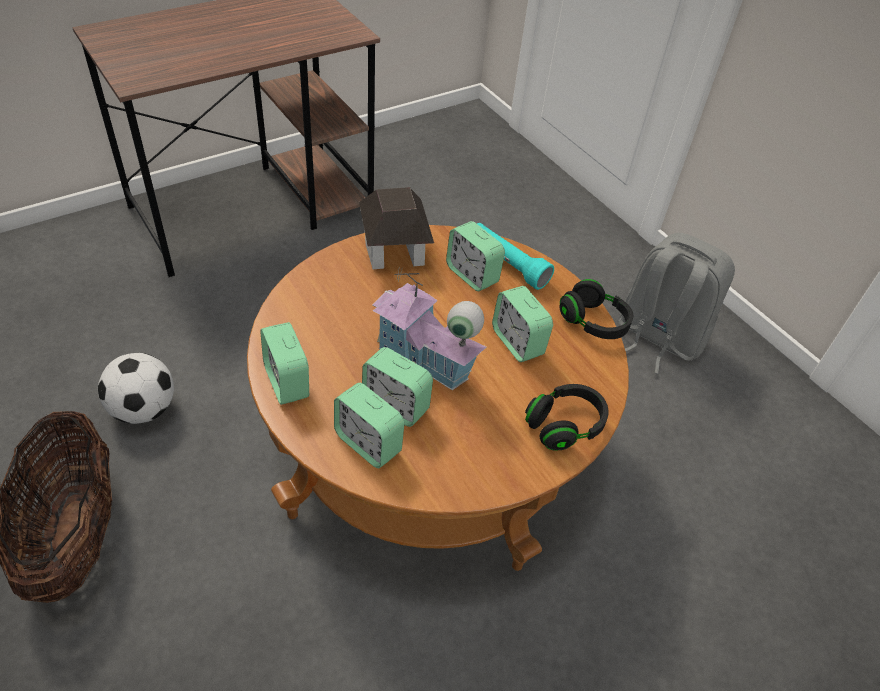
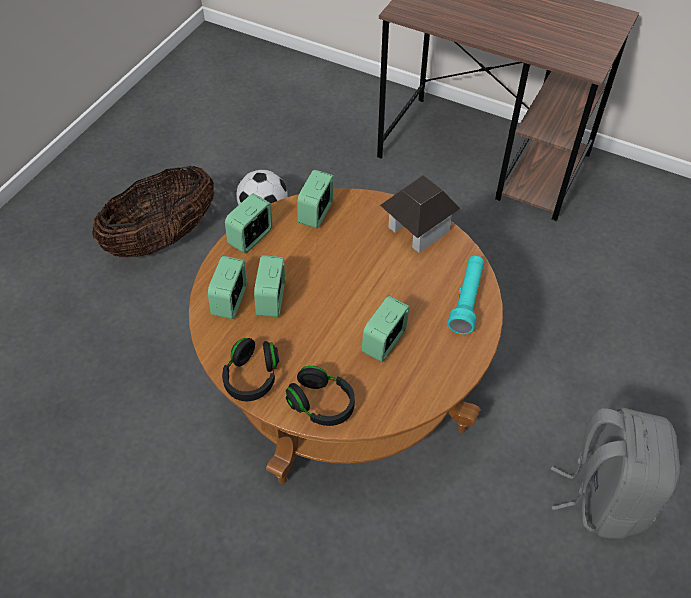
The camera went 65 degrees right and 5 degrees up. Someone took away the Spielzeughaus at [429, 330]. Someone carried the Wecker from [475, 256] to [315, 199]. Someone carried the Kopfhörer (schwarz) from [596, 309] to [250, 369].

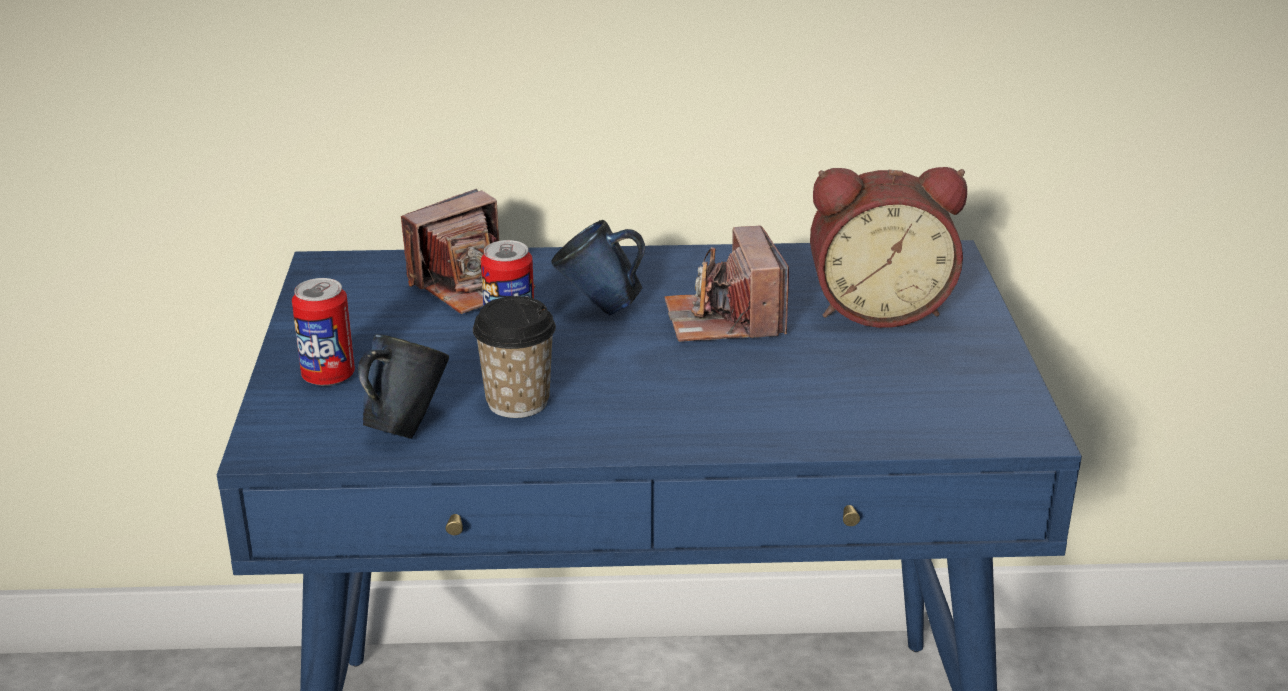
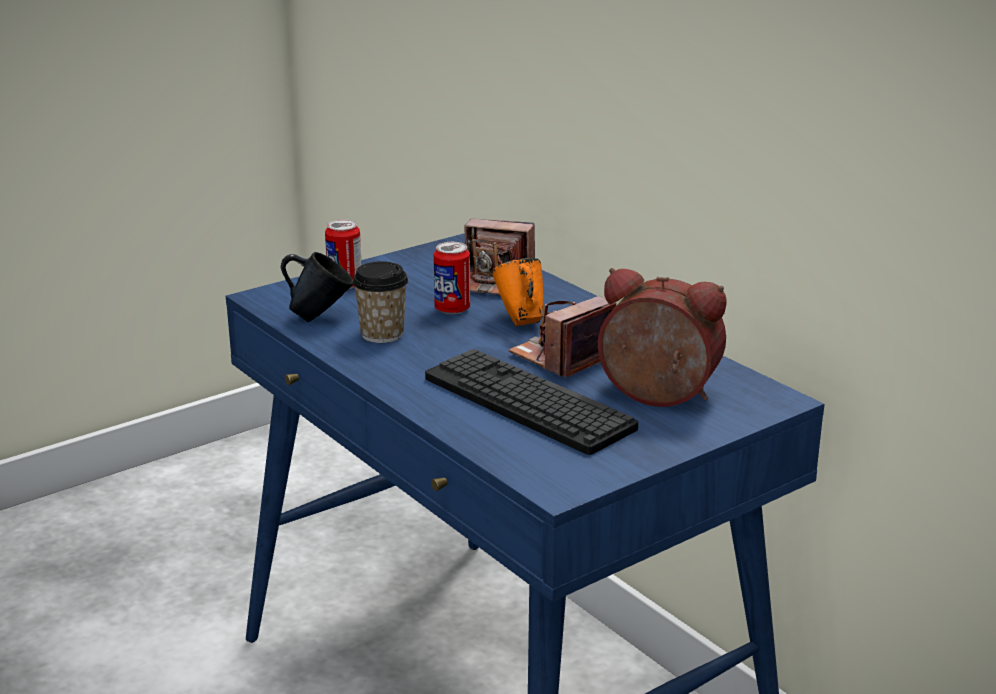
The camera went 55 degrees right and 5 degrees down. Someone put down the Tastatur at [531, 402]. Someone repainted the Henkelbecher (blau) at [598, 267], which became the Henkelbecher (orange) at [517, 292]. Someone rotated the Wecker at [888, 247] by 150 degrees clockwise.

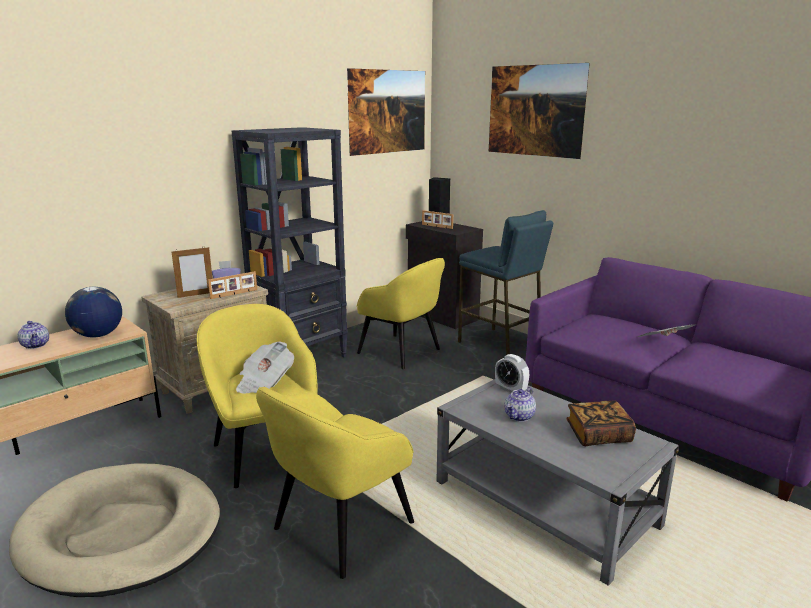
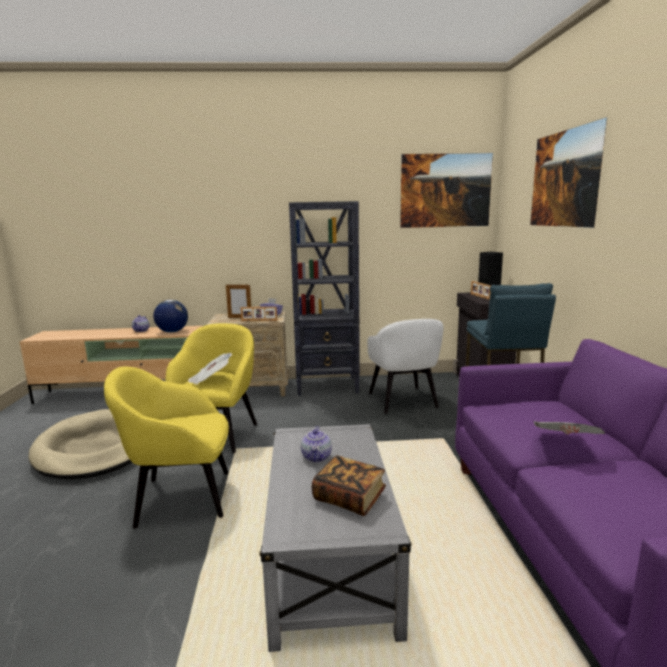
The camera went 40 degrees right and 5 degrees down. Someone took away the Wecker at [512, 373]. Someone repainted the Sessel (gelb) at [401, 313], which became the Sessel (weiß) at [405, 366]. Someone rotated the Teekanne at [520, 404] by 75 degrees counterclockwise.

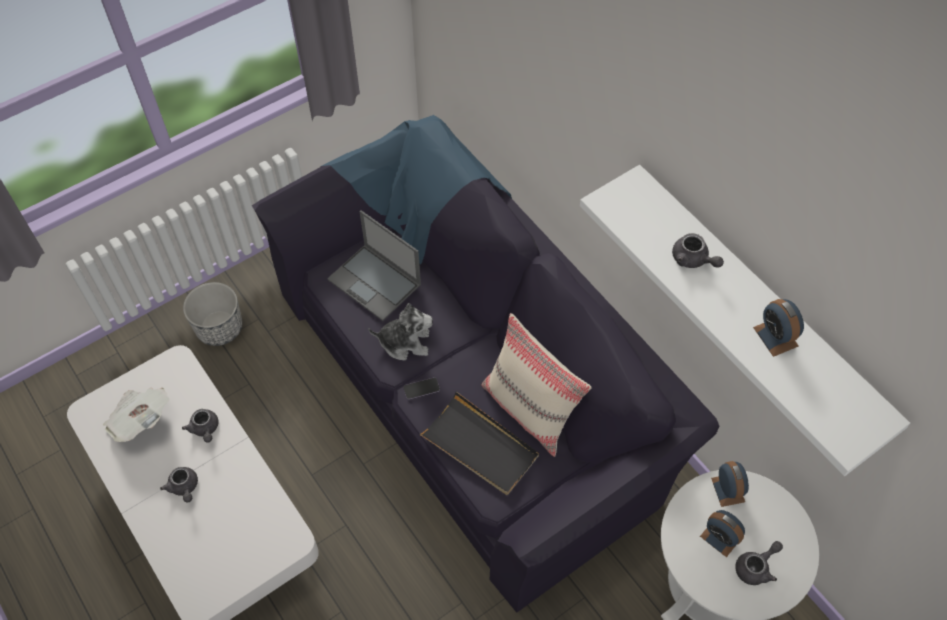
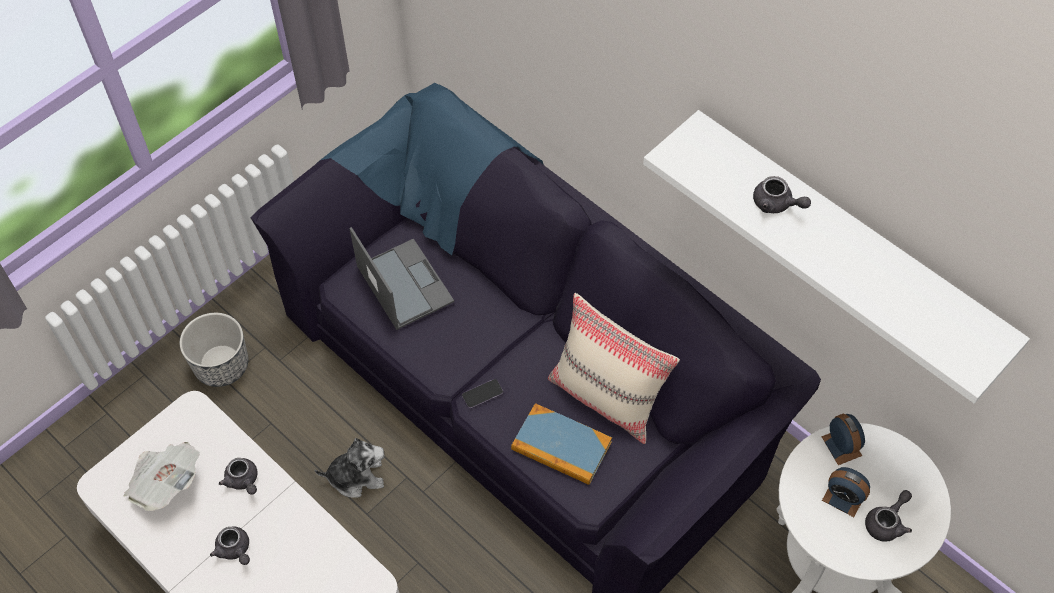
The camera went 10 degrees left and 0 degrees up. Someone took away the Wecker at [778, 328]. Someone carried the Plüschtier from [400, 331] to [349, 468]. Someone swapped the Tablett (schwarz) at [479, 443] for the Buch at [561, 444]. Someone rotated the Laptop at [374, 265] by 150 degrees counterclockwise.

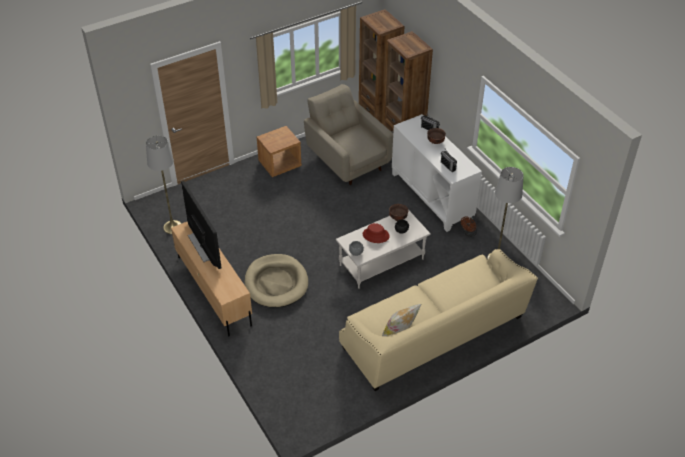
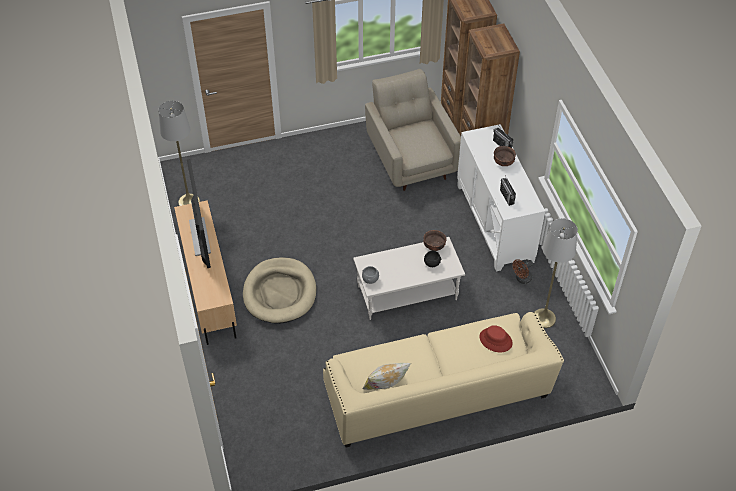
The camera went 15 degrees right and 5 degrees up. Someone took away the Nachttisch (braun) at [279, 151]. Someone carried the Hut (rot) from [376, 233] to [496, 339].

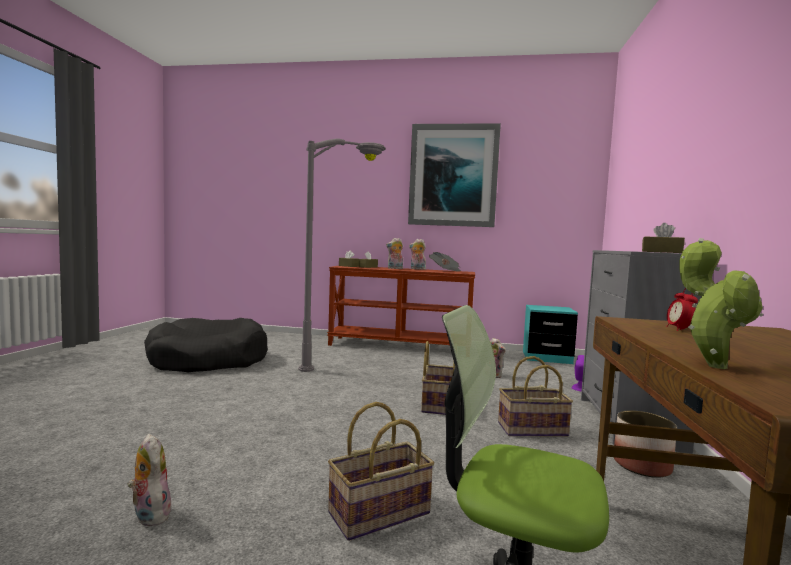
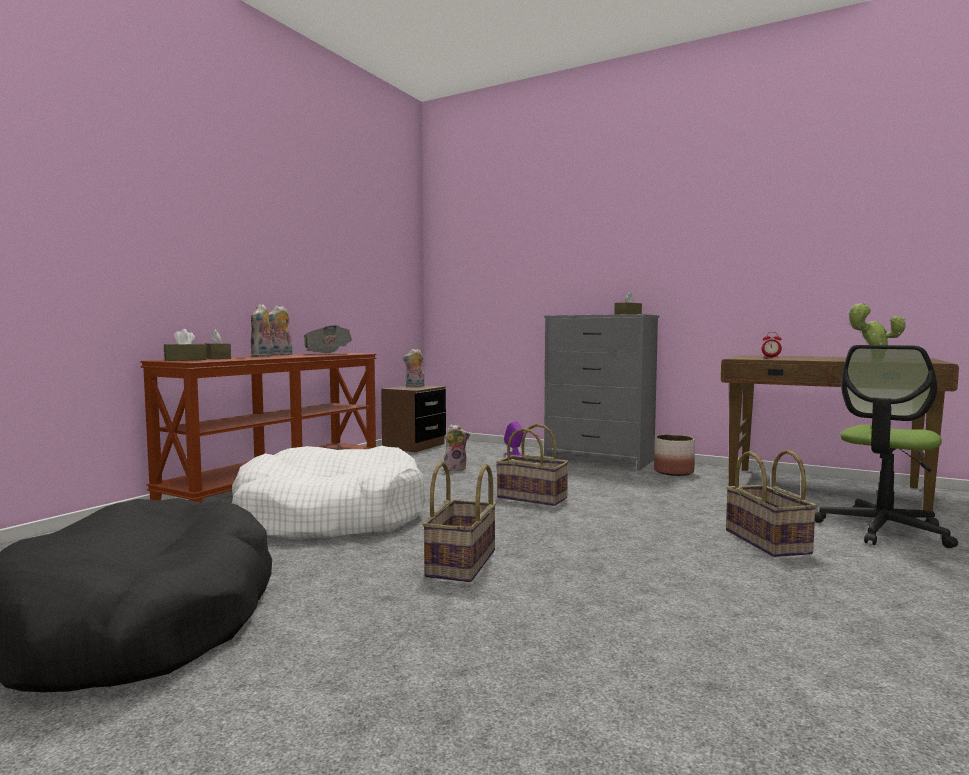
The camera went 70 degrees left and 0 degrees up. Someone took away the Bild at [454, 175]. Someone carried the Plüschtier from [149, 480] to [413, 368]. Someone carried the Korb from [535, 396] to [459, 521]. Someone swapped the Stehlampe (grau) at [342, 255] for the Hundebett (weiß) at [328, 493]. Someone repainted the Nachttisch (türkis) at [550, 334], which became the Nachttisch (braun) at [413, 418].

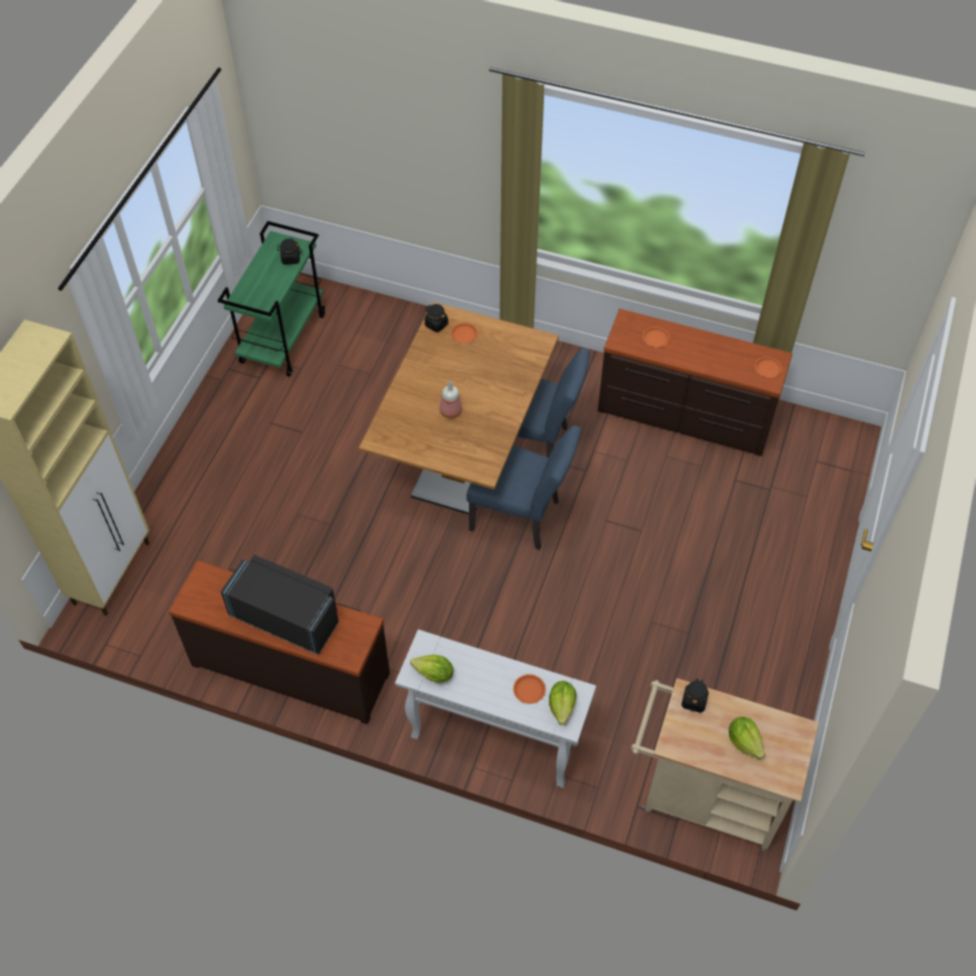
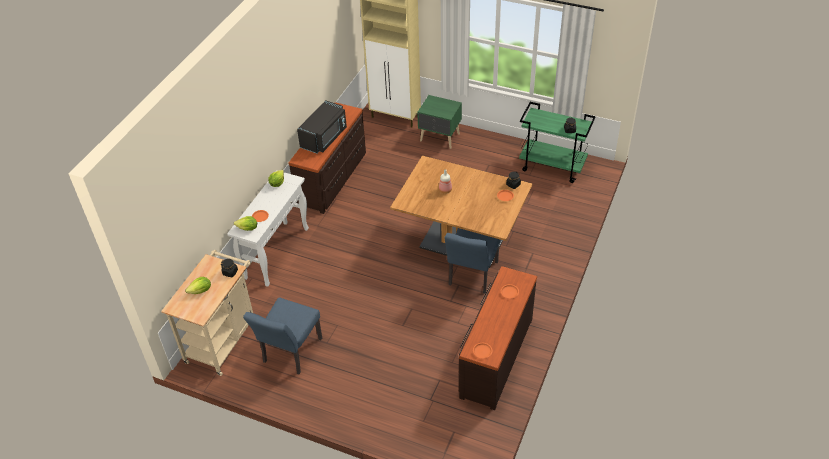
The camera went 95 degrees right and 10 degrees down. Someone put down the Nachttisch (grün) at [439, 122]. Someone carried the Stuhl (blau) from [523, 488] to [282, 336].

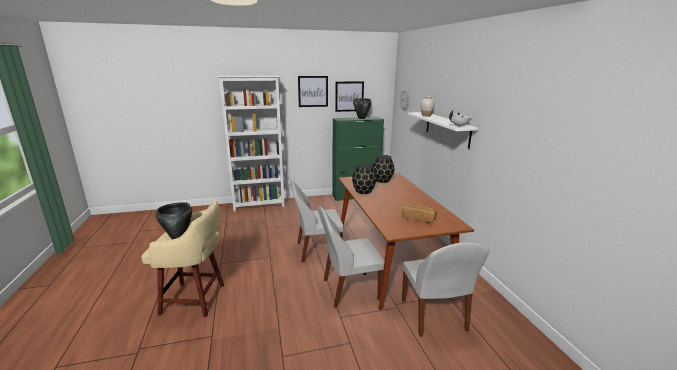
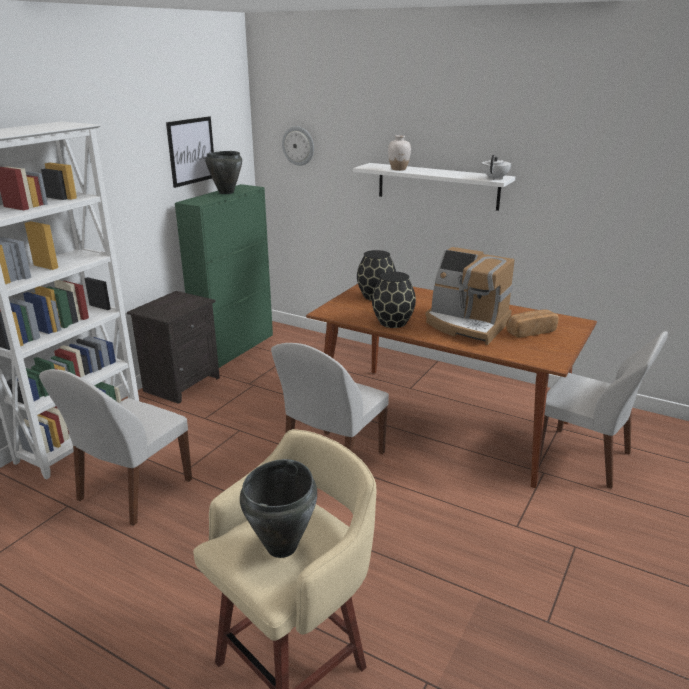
The camera went 45 degrees left and 5 degrees up. Someone took away the Bild at [313, 91]. Someone put down the Nachttisch (schwarz) at [173, 347]. Someone put down the Kaffeemaschine at [469, 296]. Someone carried the Stuhl (weiß) from [351, 257] to [115, 447].

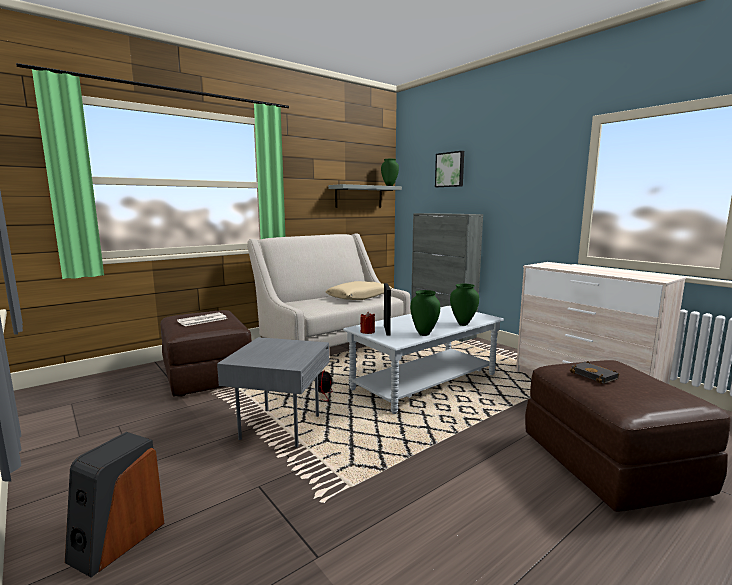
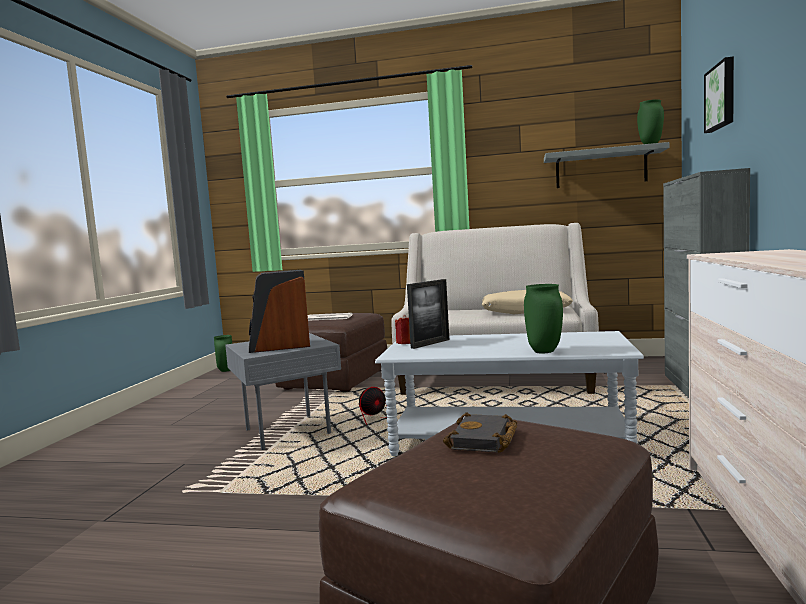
The camera went 50 degrees right and 5 degrees down. Someone carried the Lautsprecher from [115, 504] to [279, 311]. Someone carried the Vase (grün) from [425, 313] to [223, 353].

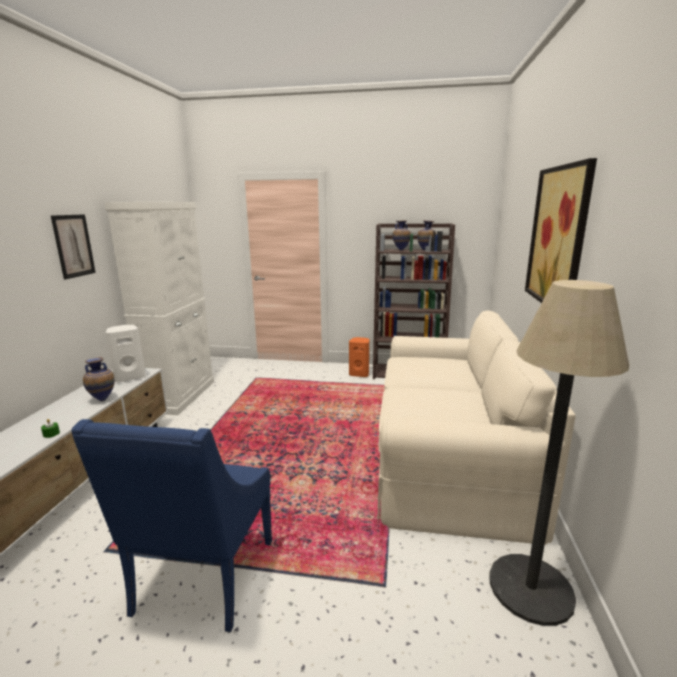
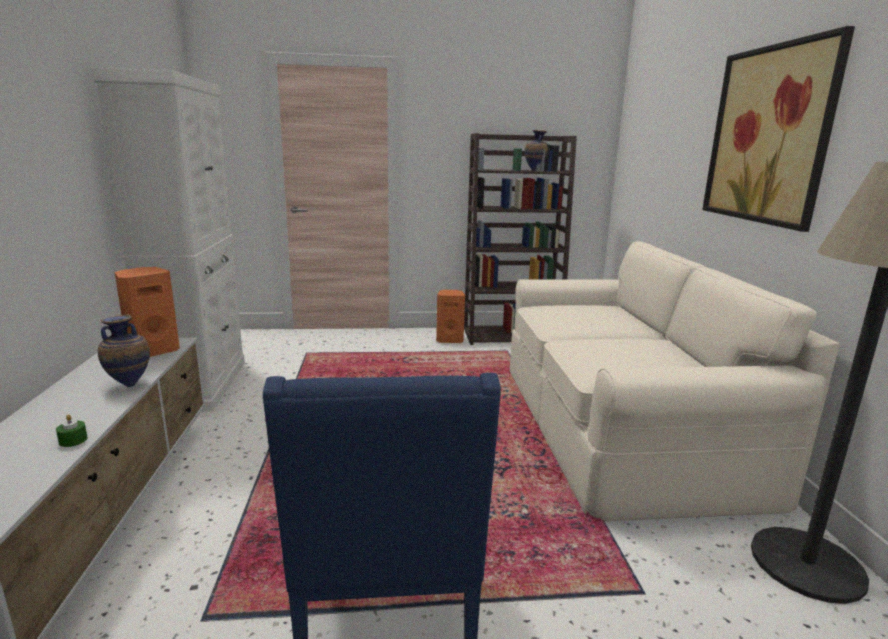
The camera went 15 degrees left and 0 degrees up. Someone took away the Bild at [73, 246]. Someone took away the Vase at [401, 235]. Someone repainted the Lautsprecher (weiß) at [126, 353], which became the Lautsprecher (orange) at [147, 312].

